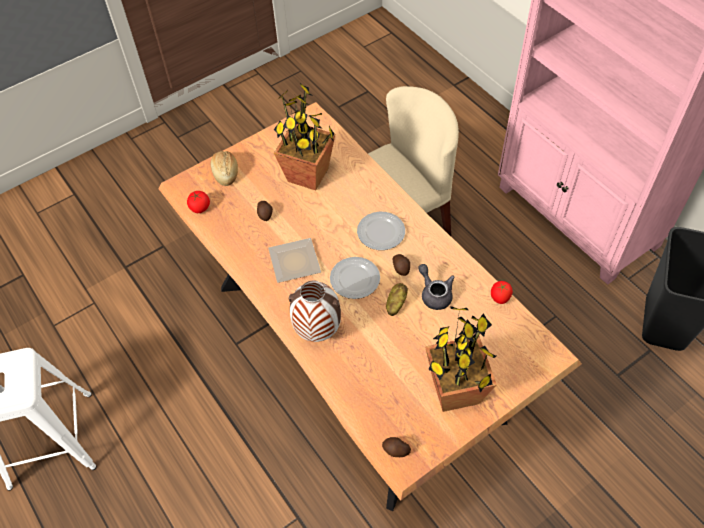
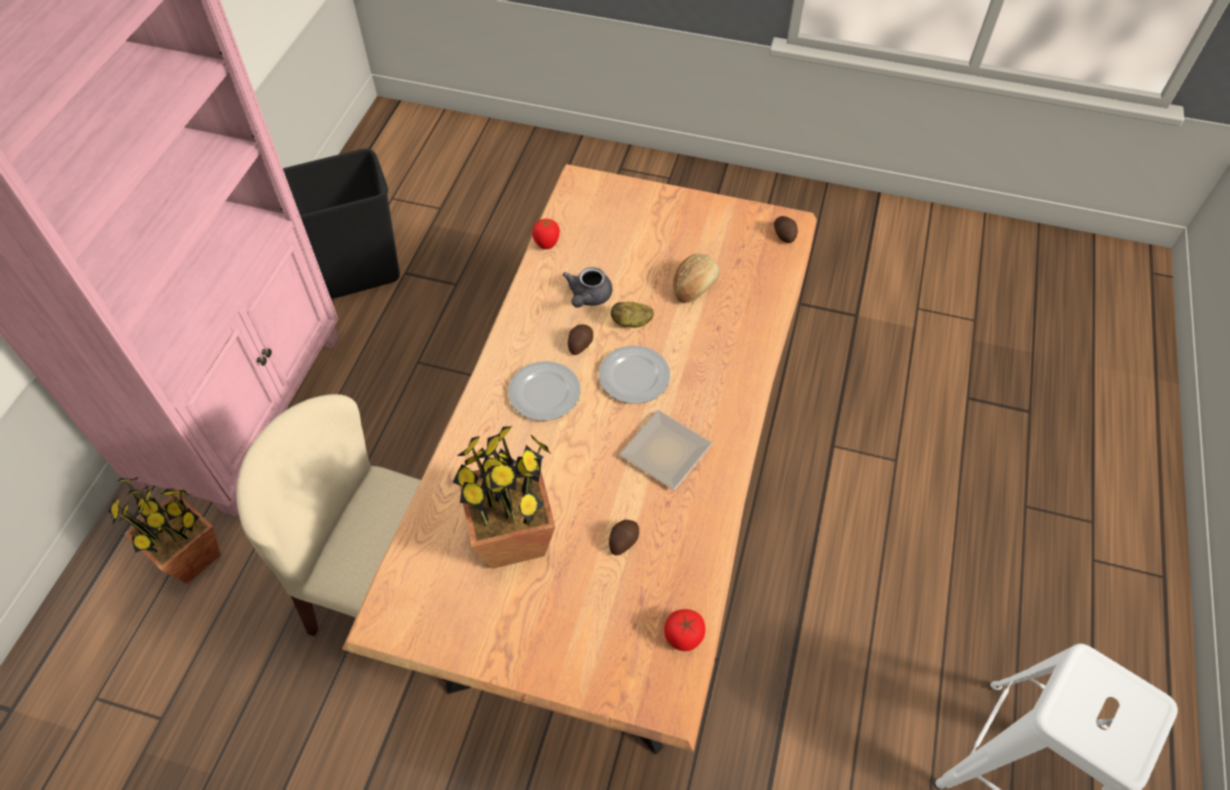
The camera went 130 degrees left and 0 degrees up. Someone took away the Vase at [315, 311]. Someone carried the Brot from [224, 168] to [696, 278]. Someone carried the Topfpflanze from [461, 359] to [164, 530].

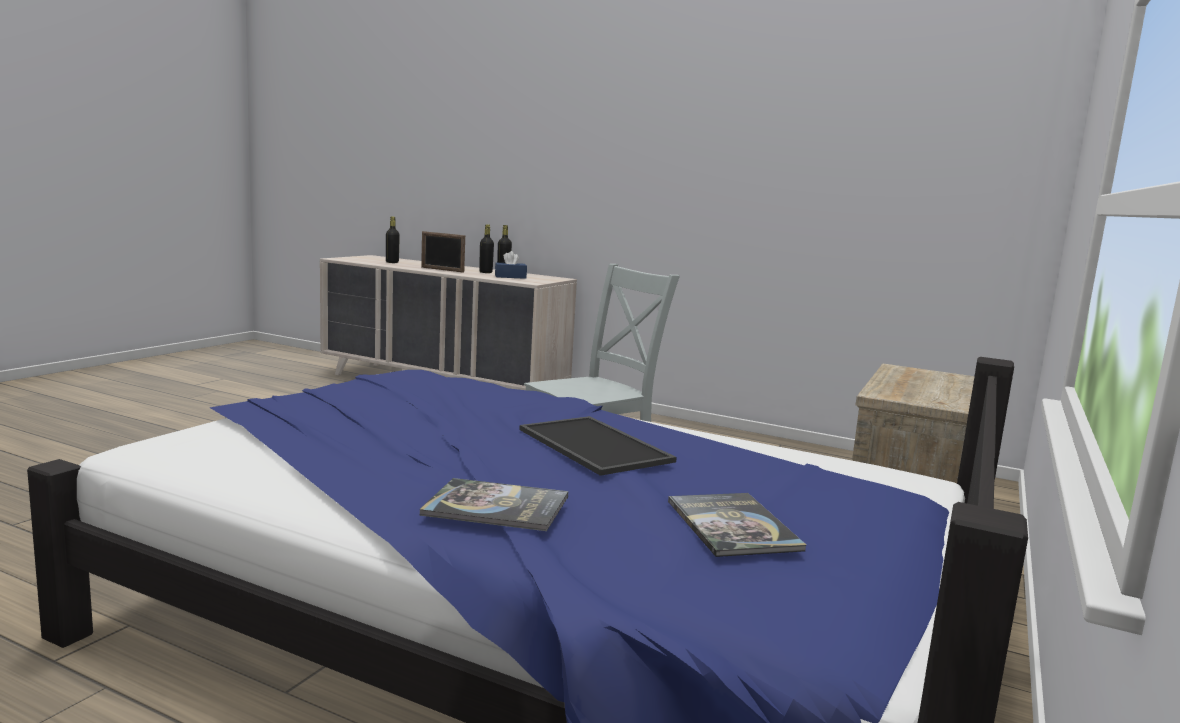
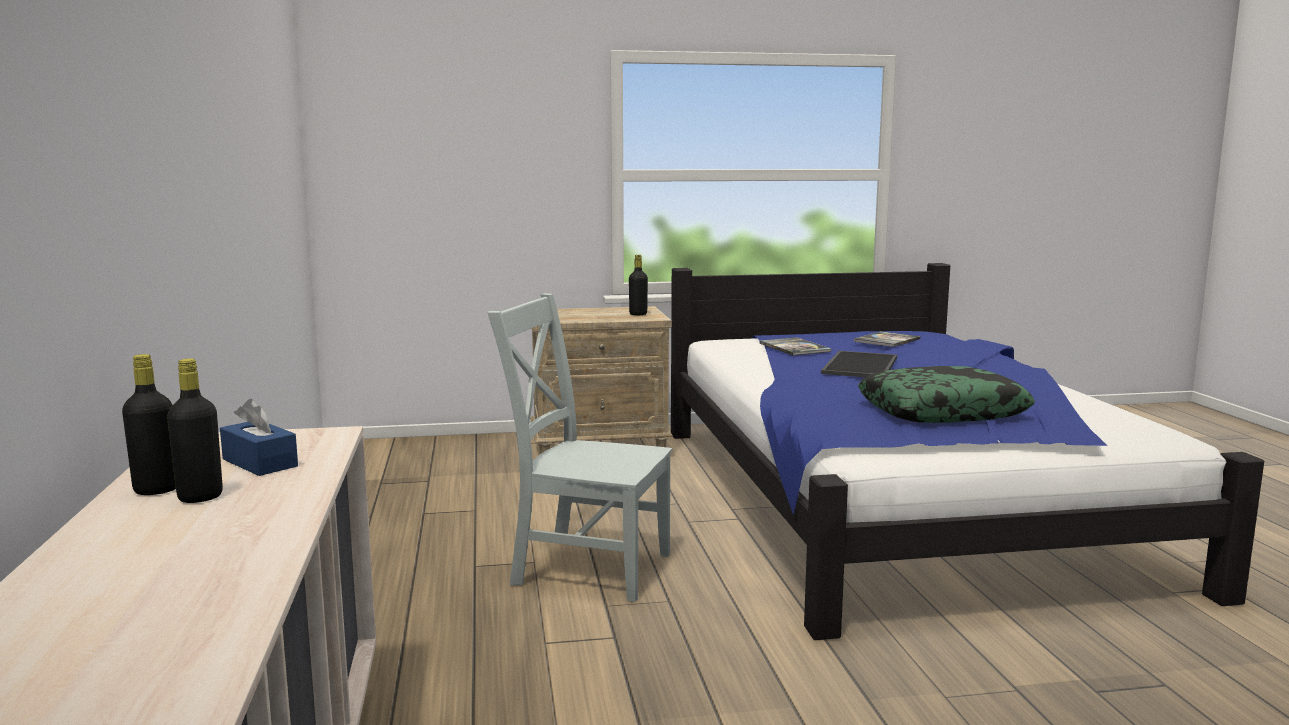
The camera went 125 degrees left and 0 degrees up. Someone took away the Bilderrahmen at [443, 252]. Someone put down the Kissen at [946, 394]. Someone carried the Flasche (schwarz) from [393, 240] to [638, 285]. Someone carried the Buch from [493, 504] to [795, 346].

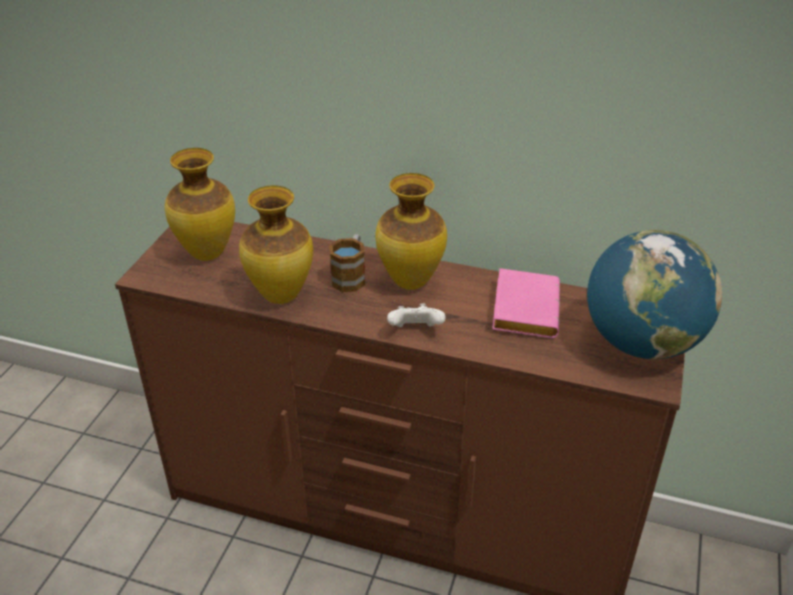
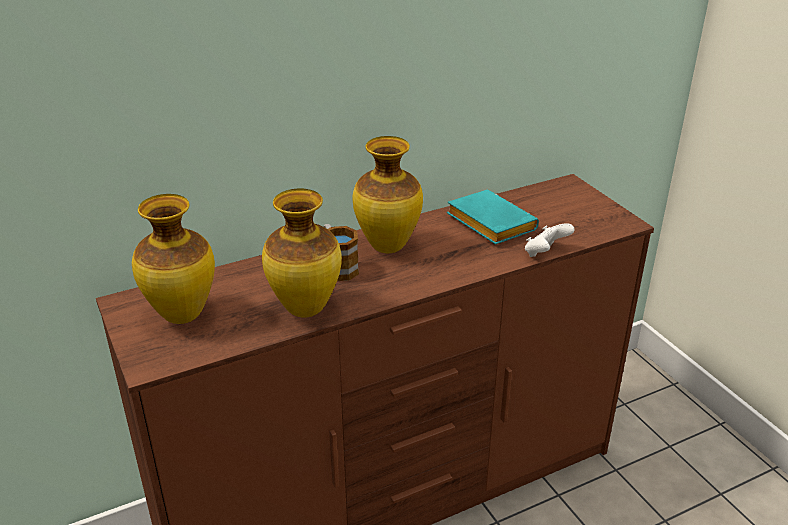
The camera went 45 degrees left and 5 degrees down. Someone took away the Globus at [654, 294]. Someone carried the Gamepad (weiß) from [416, 315] to [550, 240]. Someone repainted the Buch (rosa) at [526, 303], which became the Buch (türkis) at [493, 217].

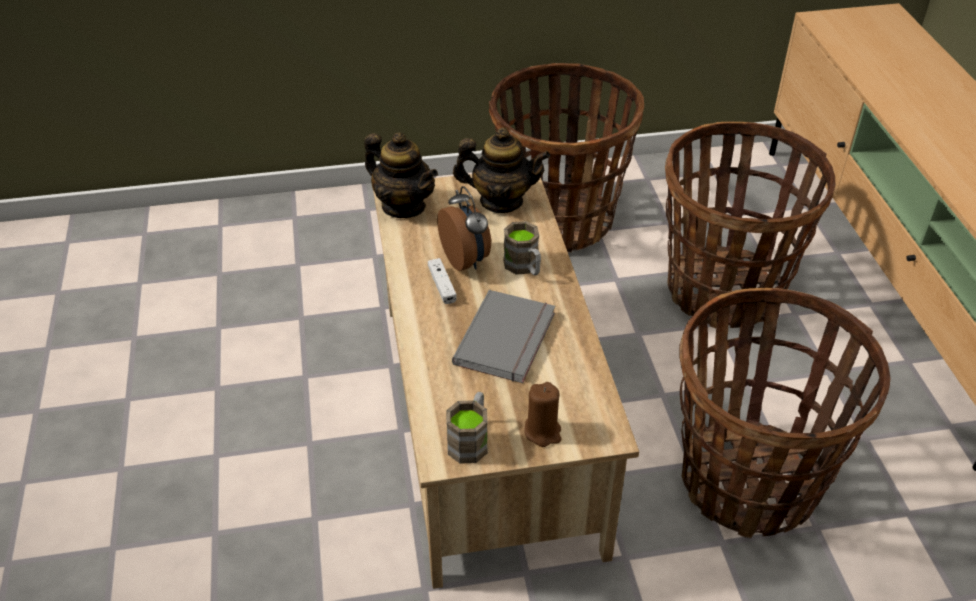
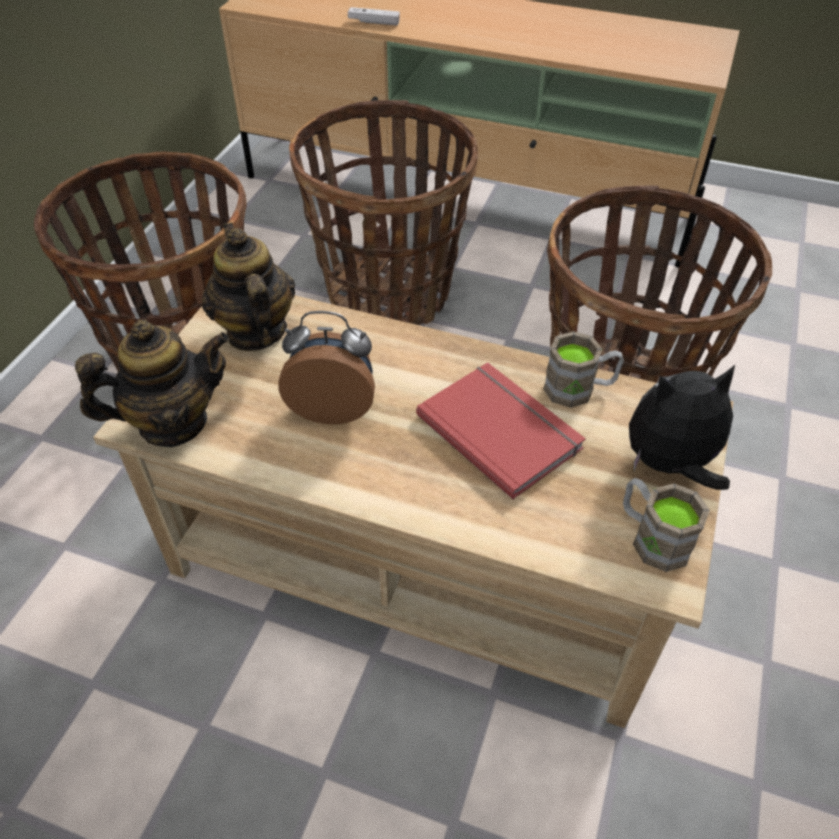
The camera went 60 degrees left and 5 degrees up. Someone carried the Gamepad (weiß) from [442, 281] to [374, 16]. Someone carried the Henkelbecher (braun) from [522, 248] to [583, 369]. Someone swapped the Kerze (braun) at [542, 414] for the Plüschtier at [682, 427]. Someone repainted the Buch (grau) at [503, 336], which became the Buch (rot) at [501, 430]. Someone rotated the Teekanne at [501, 170] by 60 degrees counterclockwise.

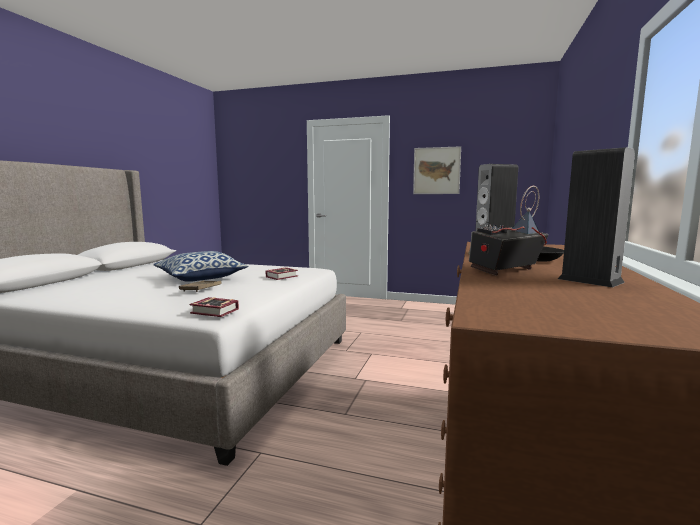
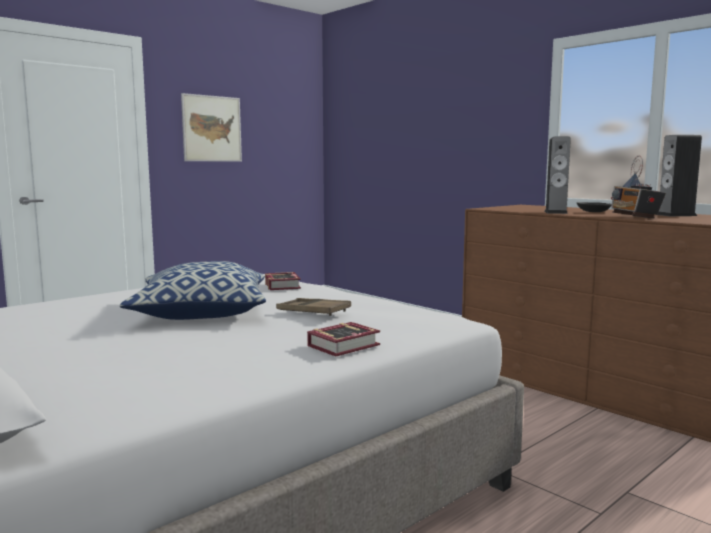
The camera went 60 degrees left and 0 degrees up. Someone carried the Buch from [214, 307] to [343, 339].

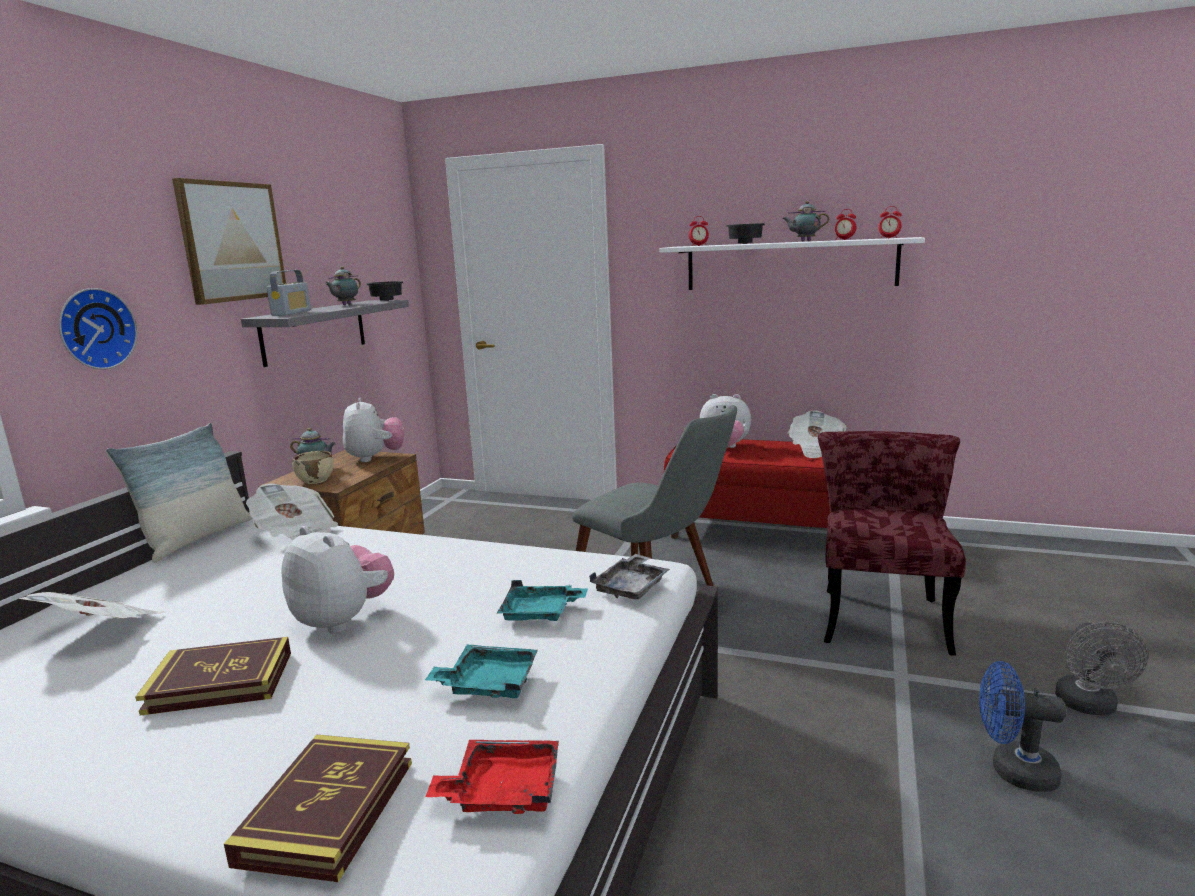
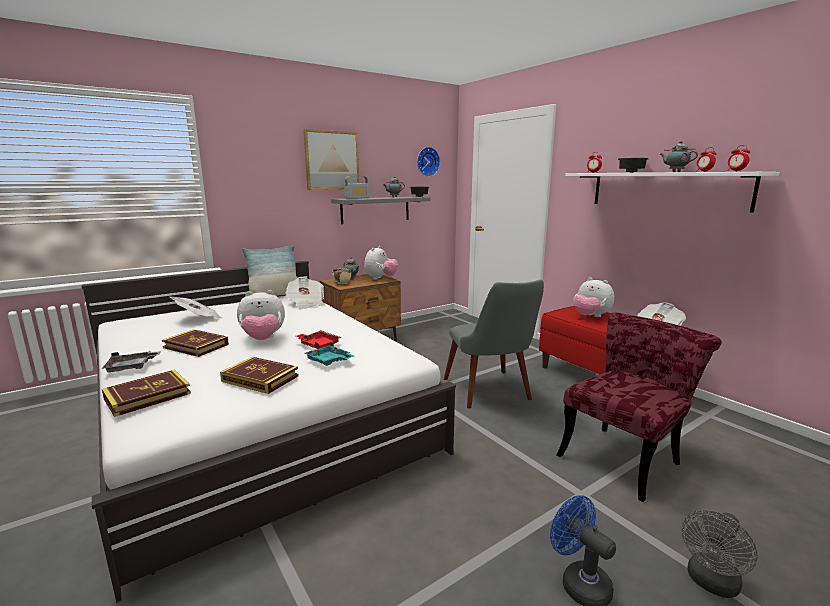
The camera went 35 degrees right and 0 degrees up. Someone carried the Wanduhr from [98, 329] to [428, 162]. Someone carried the Tablett (rot) from [492, 777] to [319, 339]. Someone carried the Tablett (grau) from [629, 577] to [131, 361]. Someone swapped the Tablett (türkis) at [481, 671] for the Buch at [259, 375]. Someone rotated the Plüschtier at [337, 580] by 90 degrees clockwise.

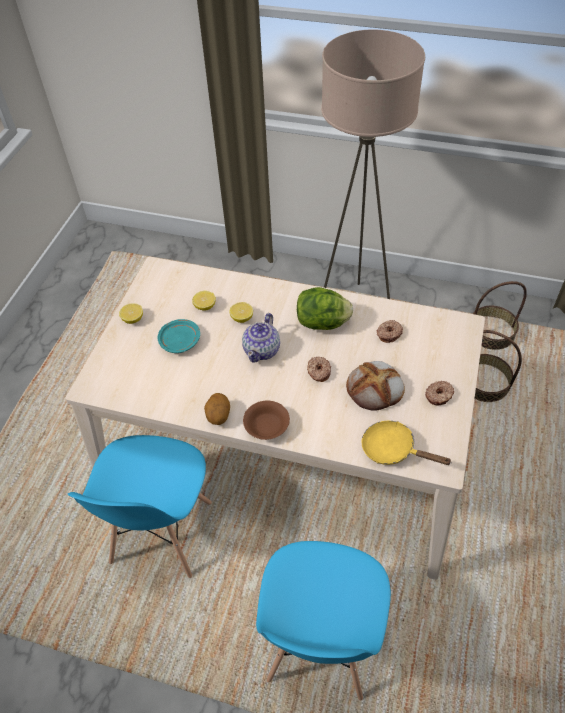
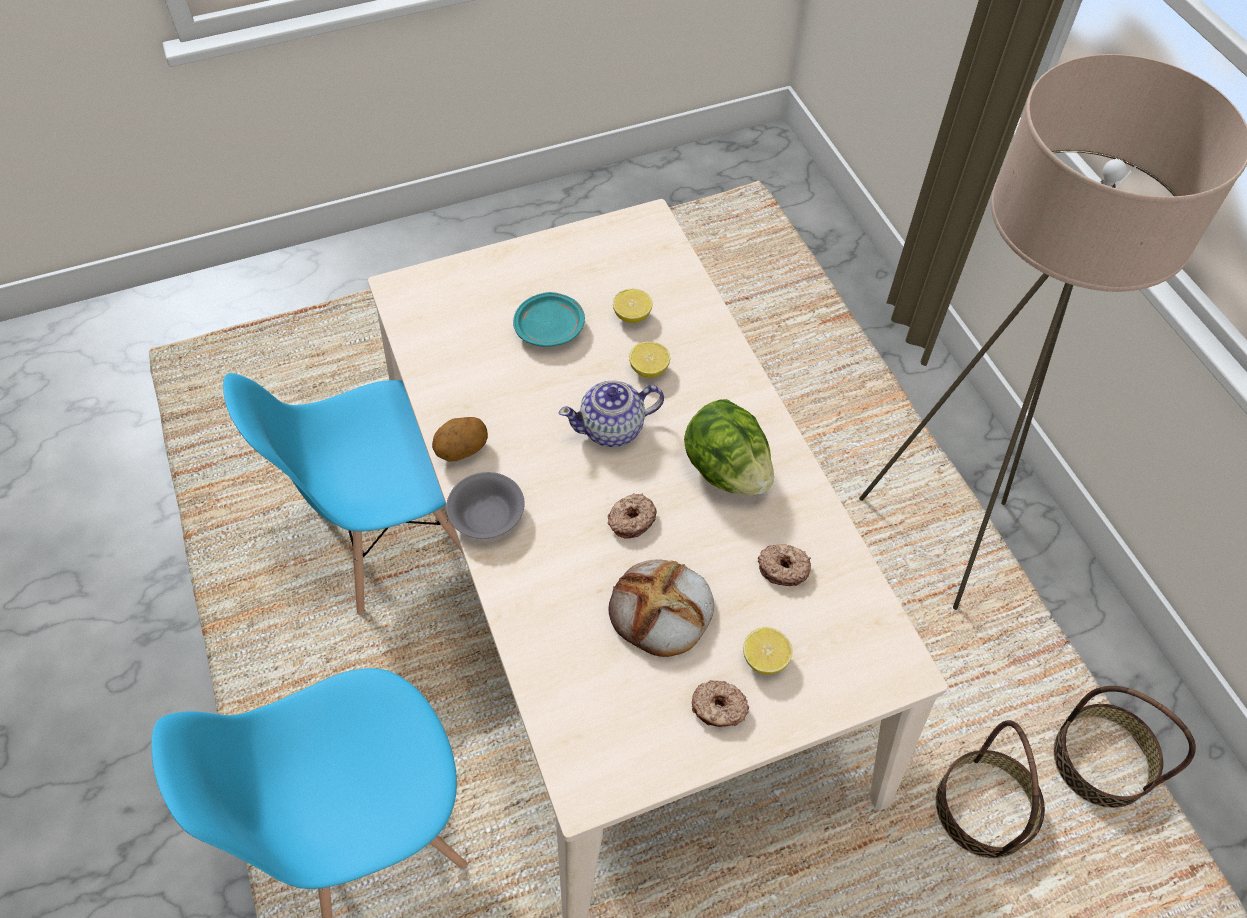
The camera went 50 degrees right and 5 degrees up. Someone took away the Pfanne (gelb) at [406, 443]. Someone carried the Zitrone from [131, 313] to [768, 651]. Someone repainted the Schüssel (braun) at [266, 420], which became the Schüssel (grau) at [485, 505].

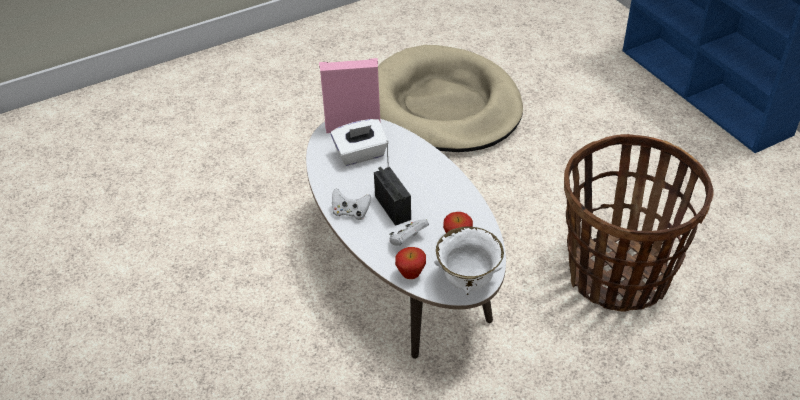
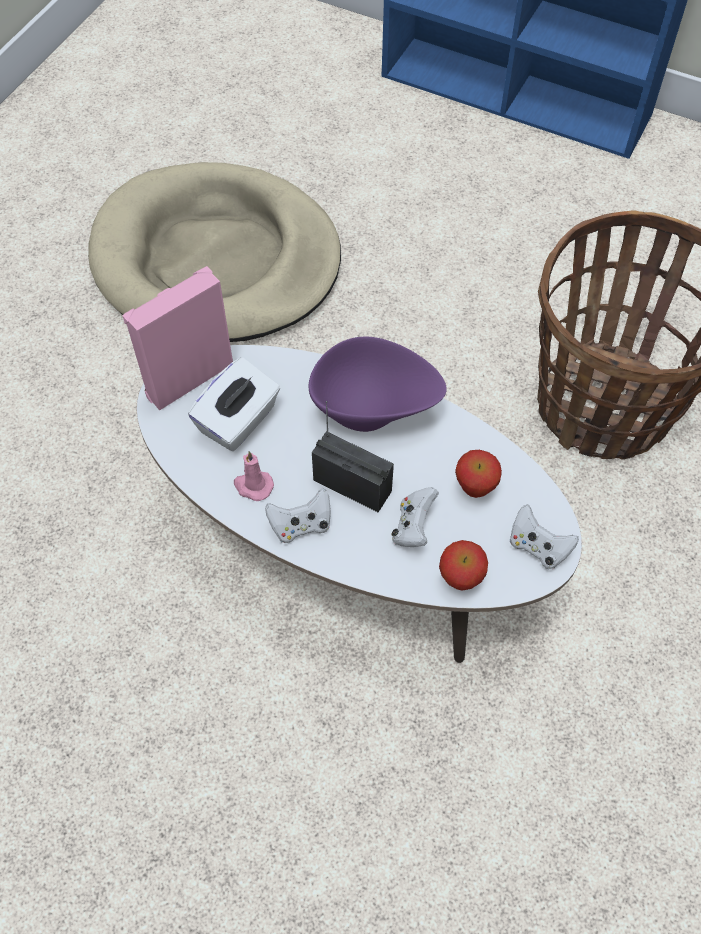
The camera went 35 degrees left and 15 degrees up. Someone put down the Kerze (rosa) at [254, 476]. Someone put down the Schüssel (lila) at [378, 384]. Someone swapped the Schüssel (weiß) at [469, 261] for the Gamepad (weiß) at [544, 536].

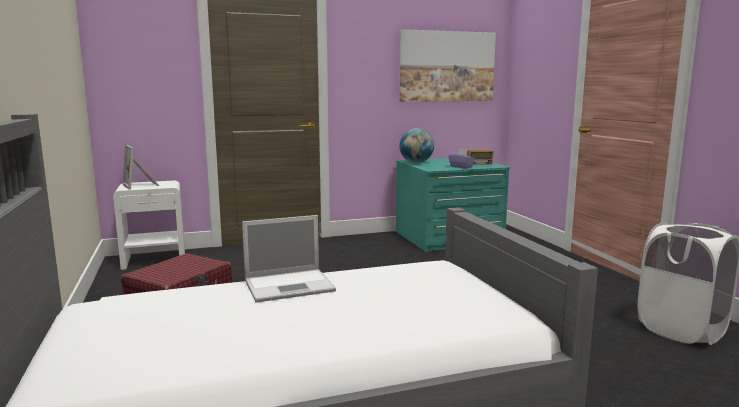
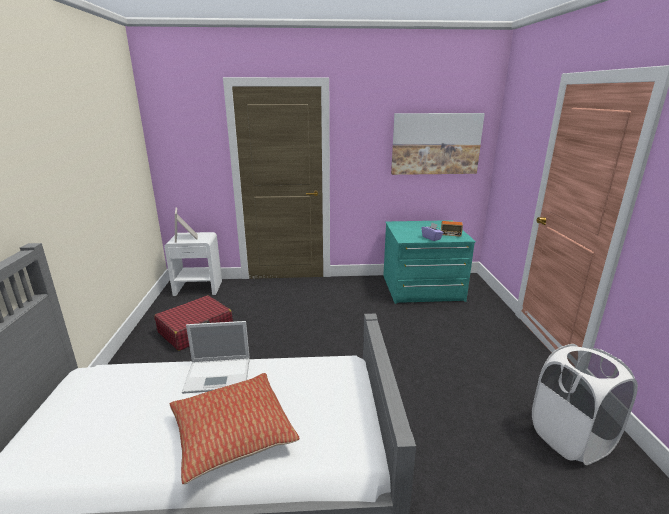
The camera went 15 degrees right and 10 degrees up. Someone took away the Globus at [416, 145]. Someone put down the Kissen at [235, 429].

